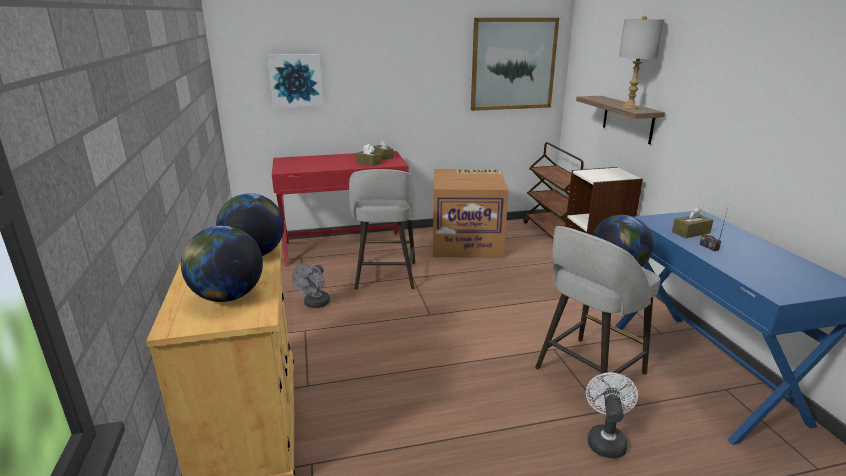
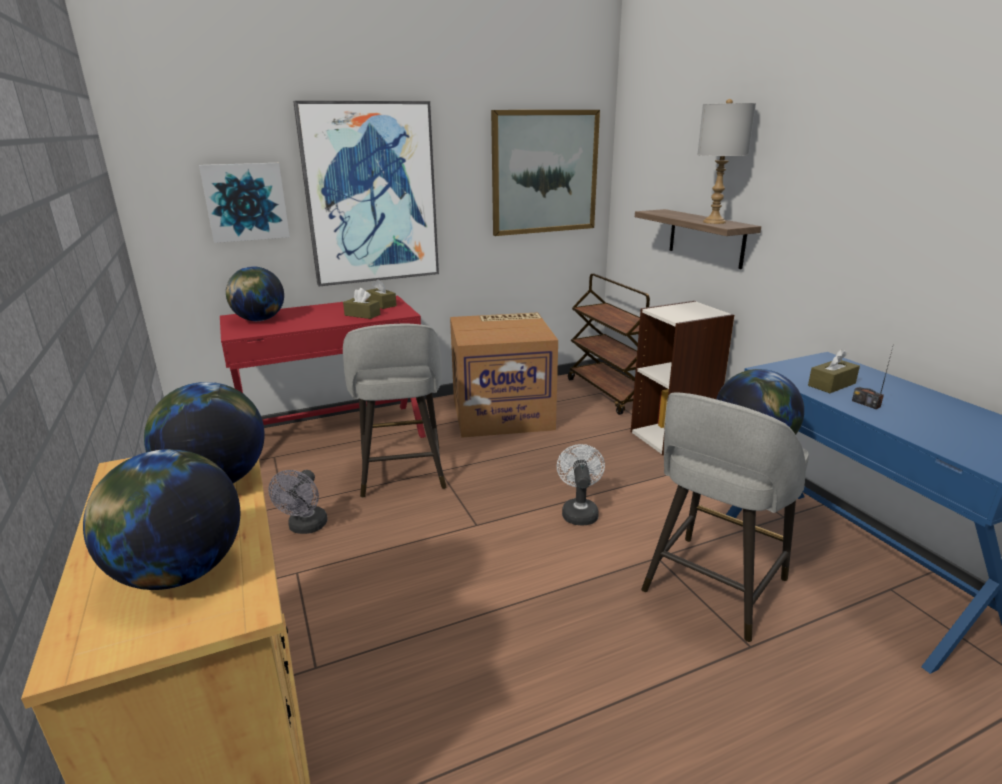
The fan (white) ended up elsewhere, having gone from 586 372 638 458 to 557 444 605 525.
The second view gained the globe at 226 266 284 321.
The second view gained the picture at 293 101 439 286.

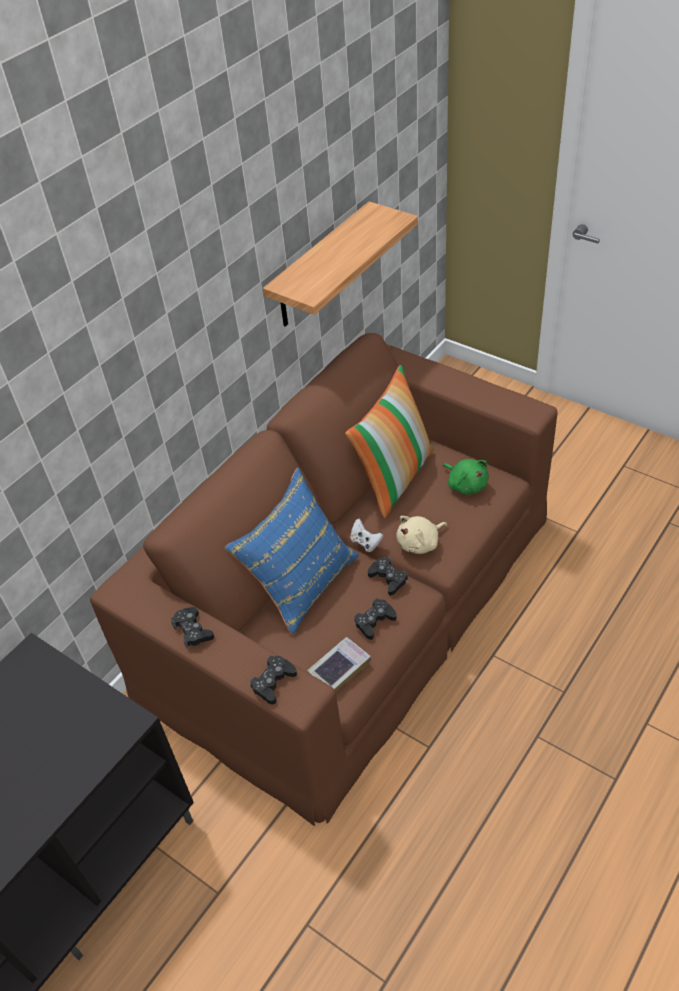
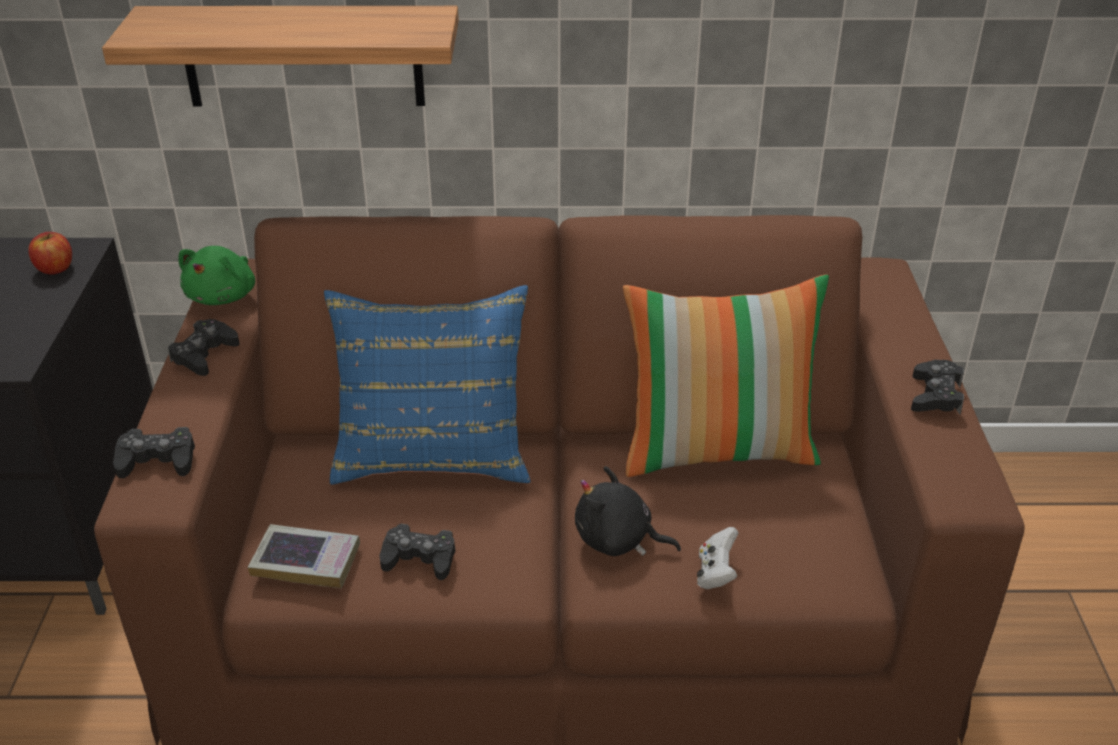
The shelf ended up elsewhere, having gone from 263 201 418 327 to 102 6 459 106.
The game controller (white) ended up elsewhere, having gone from 350 518 383 552 to 697 527 738 589.
The game controller (black) ended up elsewhere, having gone from 368 557 408 595 to 911 360 964 414.
What was the plush toy (beige) at 396 516 447 554 turned into the plush toy (black) at 575 466 681 556.
The plush toy (green) ended up elsewhere, having gone from 443 459 489 495 to 178 246 255 305.
The second view gained the apple at 28 232 72 275.

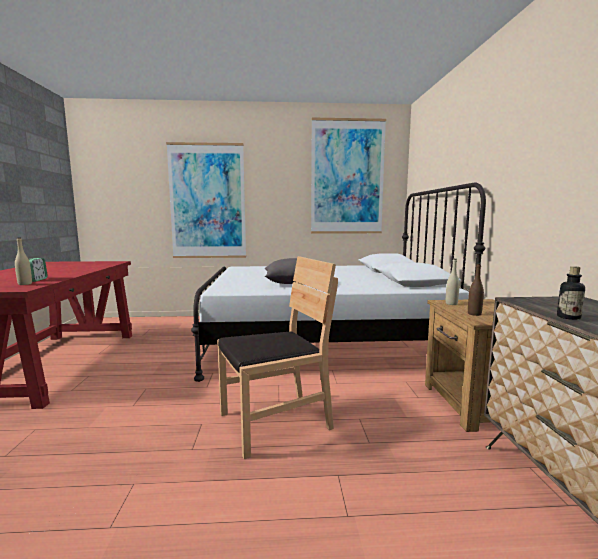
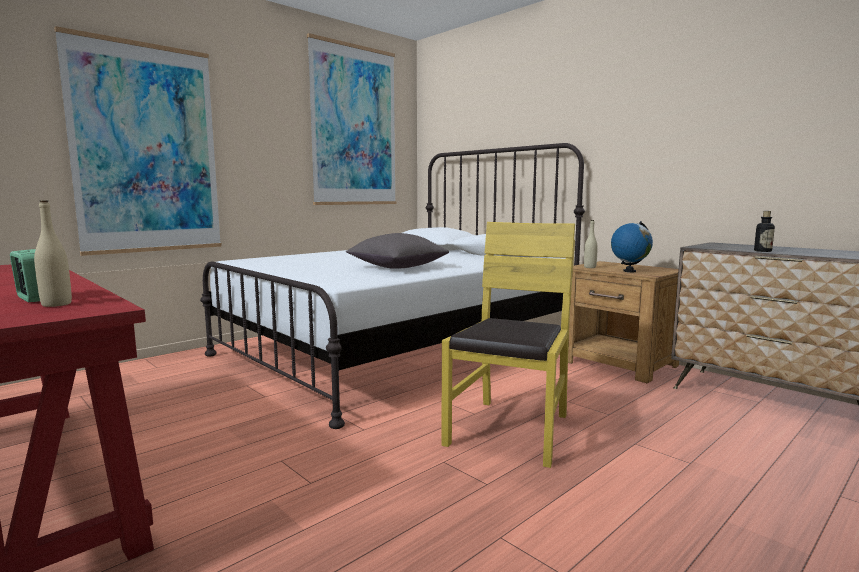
What was the chair (brown) at 217 256 338 459 turned into the chair (yellow) at 441 222 575 468.
Where the bottle (brown) stood at 468 264 484 316, the globe came to stand at 611 221 653 272.

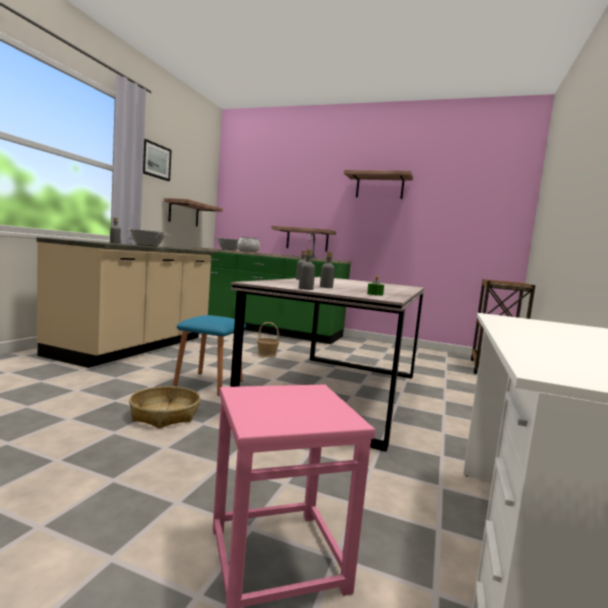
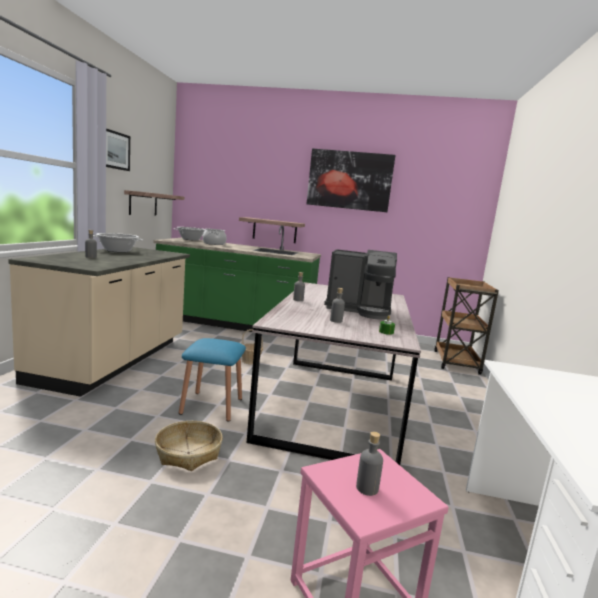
The bottle (grey) ended up elsewhere, having gone from 299 249 315 290 to 356 432 383 496.
Where the shelf hung at 344 170 413 199, the picture came to hang at 307 148 395 212.
The second view gained the coffee machine at 324 249 397 319.

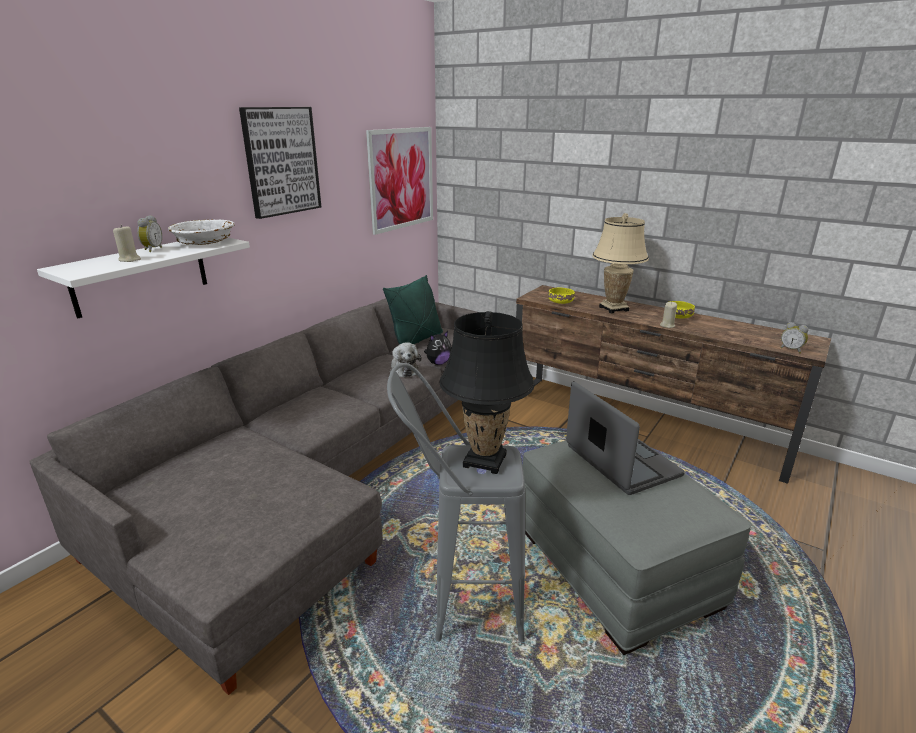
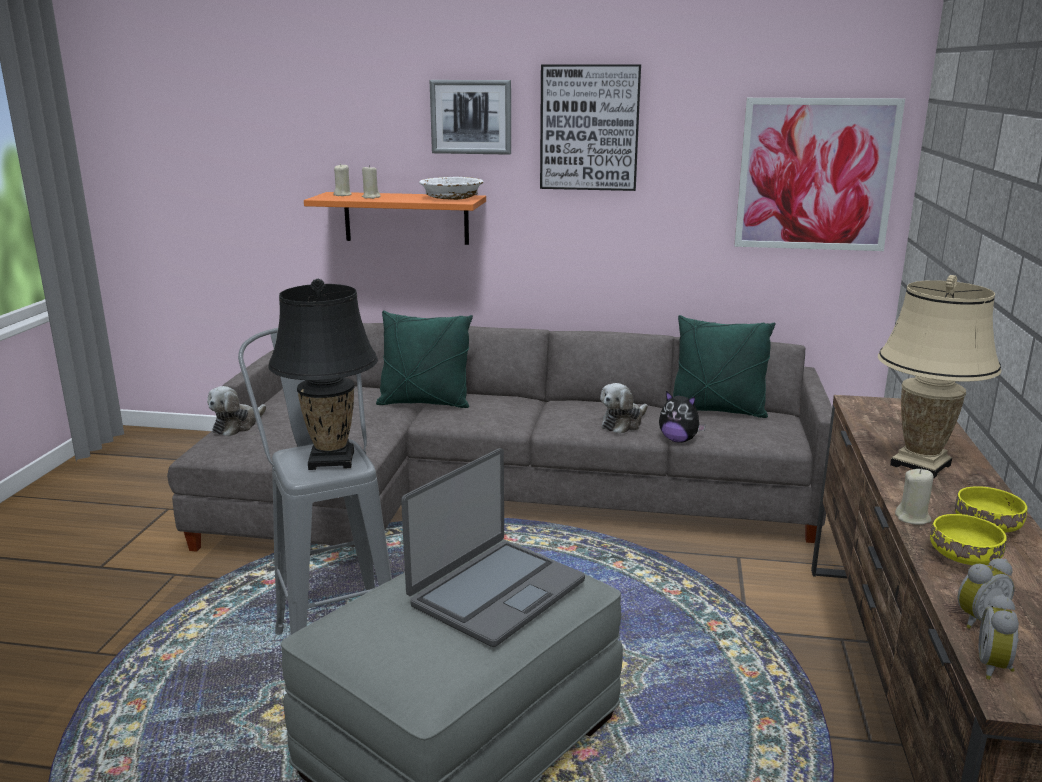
What was the shelf (white) at 37 238 250 319 turned into the shelf (orange) at 304 192 486 245.
The alarm clock ended up elsewhere, having gone from 137 215 162 252 to 957 558 1015 629.
The bowl (yellow) ended up elsewhere, having gone from 548 287 575 304 to 930 514 1007 565.
The second view gained the plush toy at 207 386 266 436.
The second view gained the candle (beige) at 333 163 352 196.
The second view gained the pillow (green) at 376 311 473 408.
The second view gained the picture at 430 80 511 155.

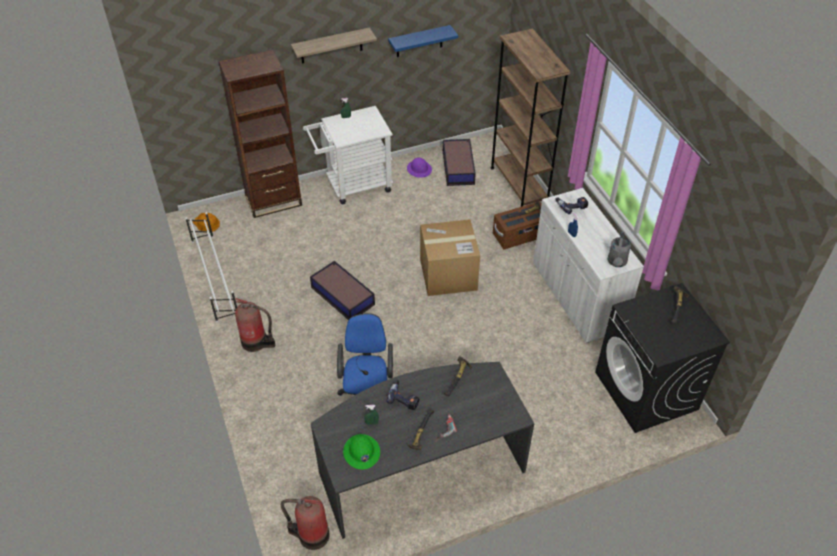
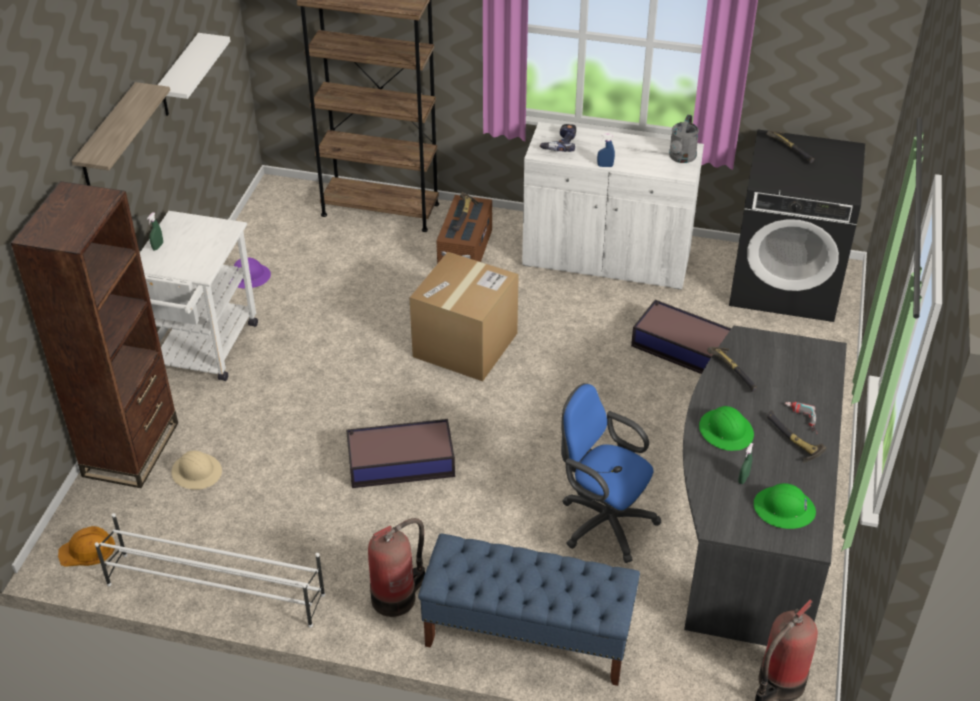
Where the power drill stood at 387 379 419 410, the hard hat (green) came to stand at 699 406 754 451.
What was the shelf (blue) at 388 25 458 57 turned into the shelf (white) at 158 33 230 116.
The storage box ended up elsewhere, having gone from 443 139 476 186 to 631 300 731 374.
The watering can (grey) at 607 232 631 267 ended up facing another way, 60 degrees clockwise from before.
The second view gained the hard hat (beige) at 171 451 222 490.
The second view gained the bench (blue) at 418 533 640 686.

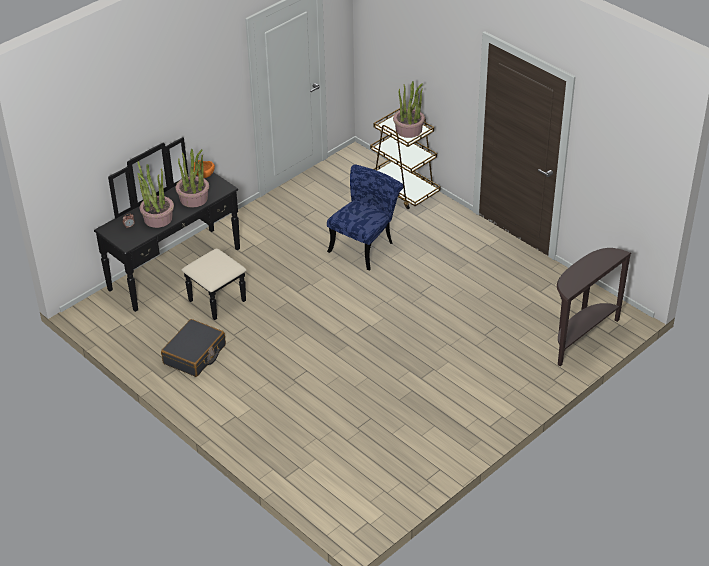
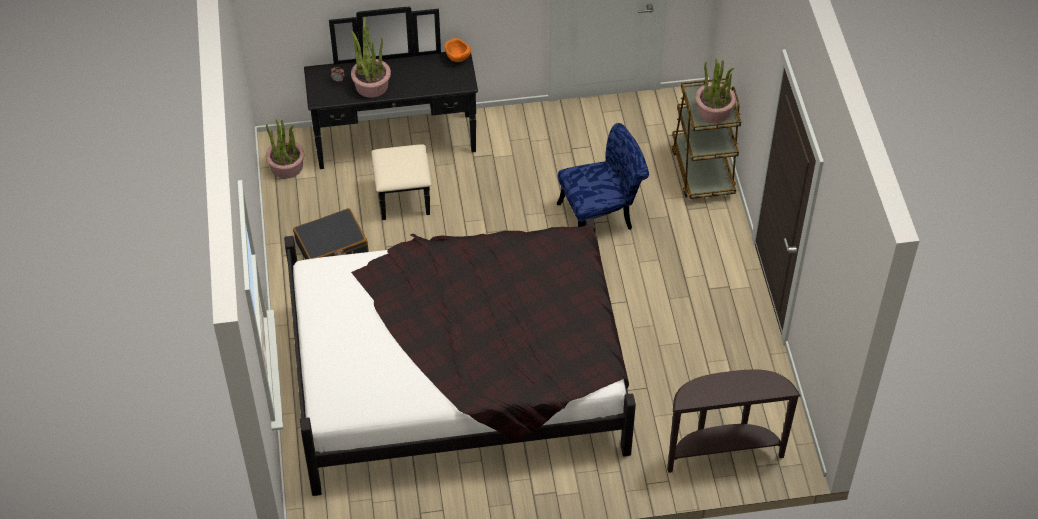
The potted plant ended up elsewhere, having gone from 176 148 209 208 to 266 119 304 179.
The second view gained the bed (black) at 284 218 636 496.

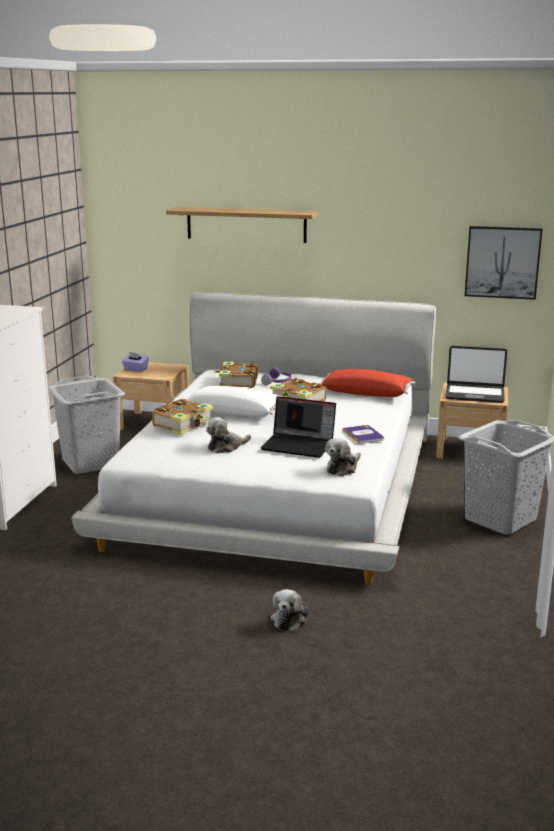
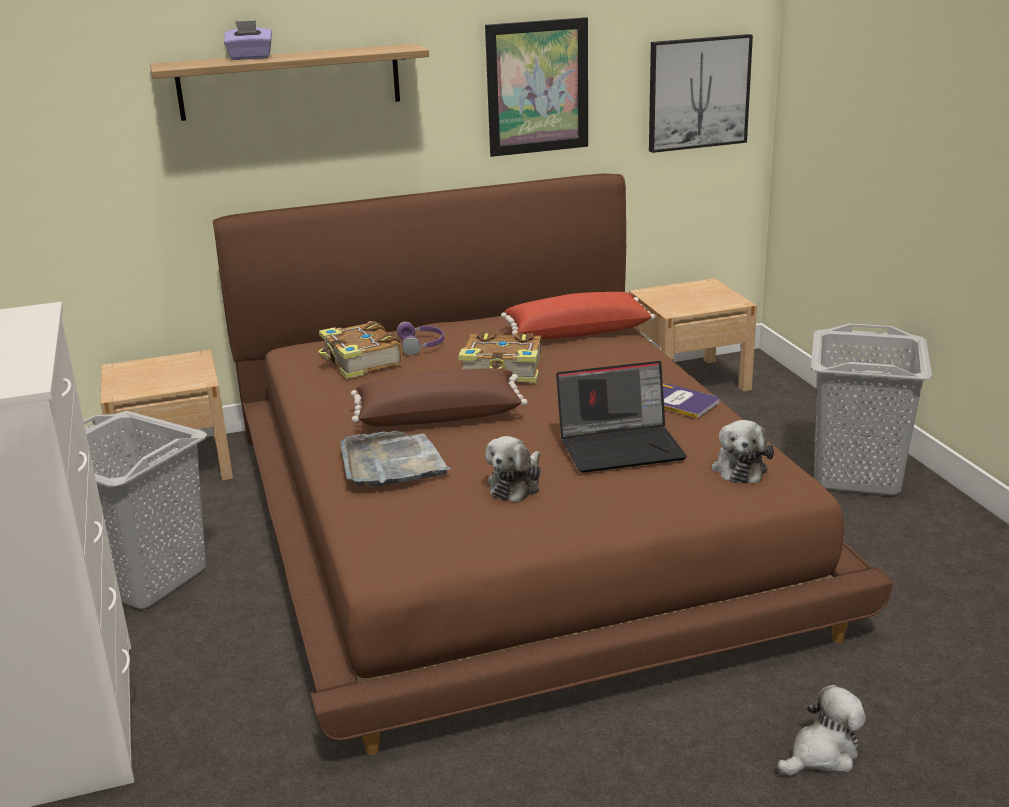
What was the bed (white) at 72 292 436 584 turned into the bed (brown) at 213 174 893 755.
The tissue box (purple) ended up elsewhere, having gone from 122 352 149 372 to 224 20 272 60.
Where the book stood at 152 399 213 435, the tray (grey) came to stand at 340 431 451 487.
What was the pillow (white) at 186 386 282 417 turned into the pillow (brown) at 351 368 528 427.
The plush toy at 271 589 308 632 ended up facing another way, 105 degrees counterclockwise from before.
The second view lost the laptop at 445 346 507 403.
The second view gained the picture at 485 17 588 157.

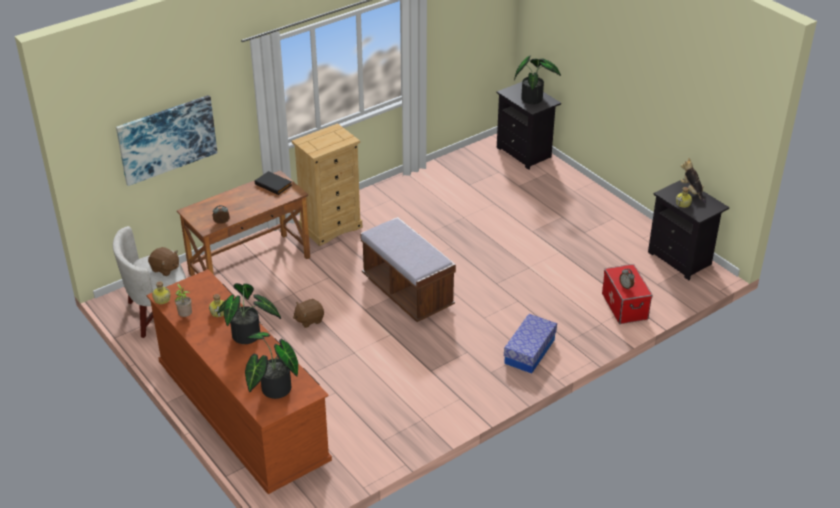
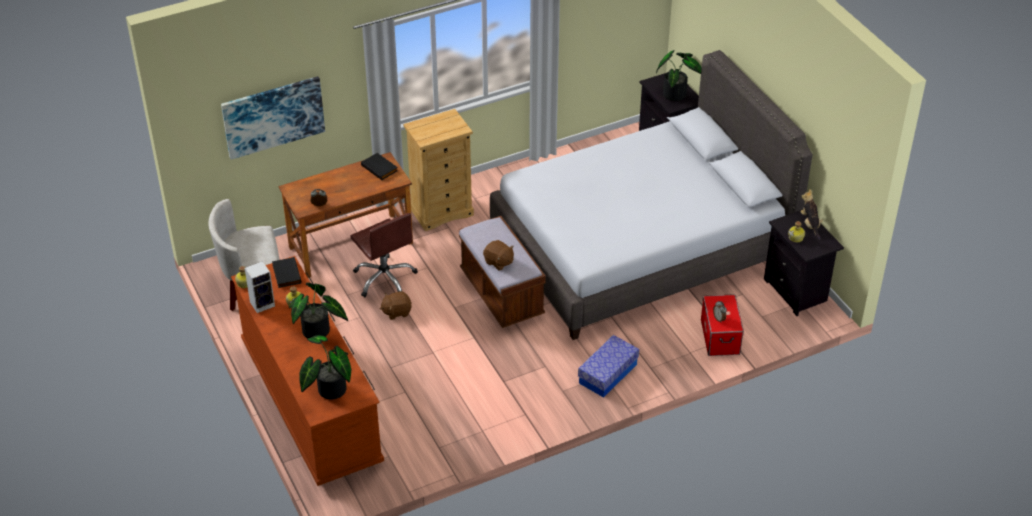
The plush toy (brown) ended up elsewhere, having gone from 148 247 179 276 to 483 240 514 271.
Where the potted plant stood at 175 284 192 317, the speaker came to stand at 245 261 275 313.
The second view gained the book (black) at 272 257 301 288.
The second view gained the office chair (brown) at 350 213 418 297.
The second view gained the bed (grey) at 490 50 813 340.

